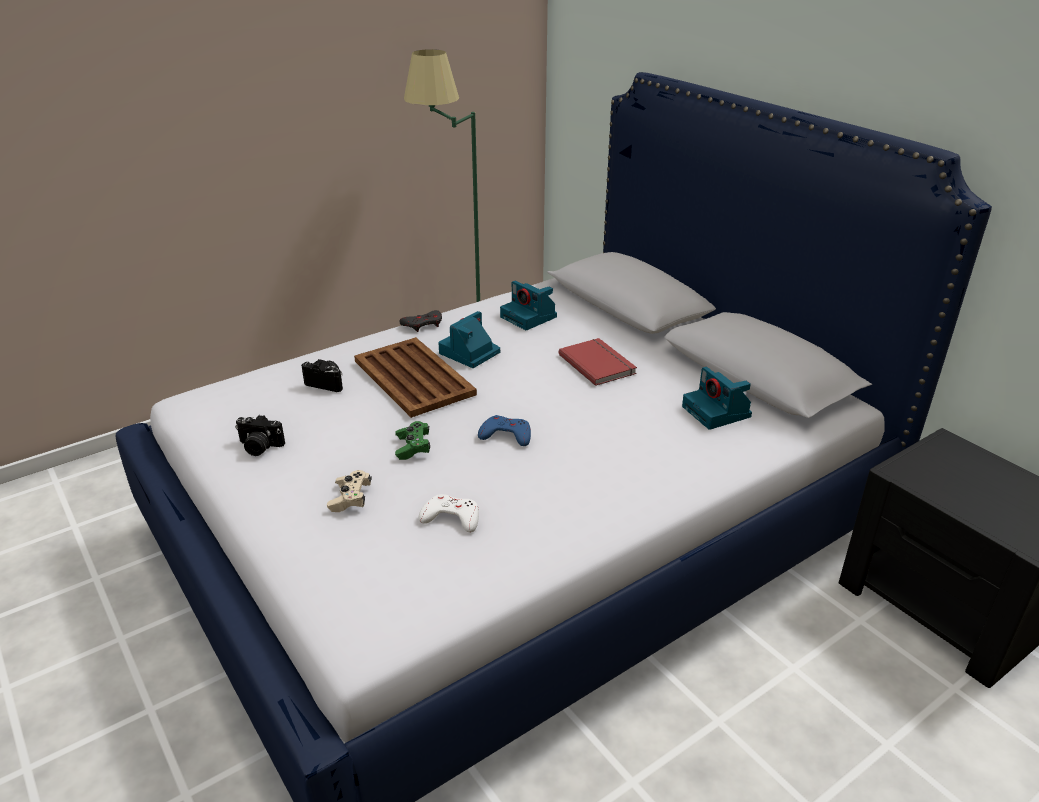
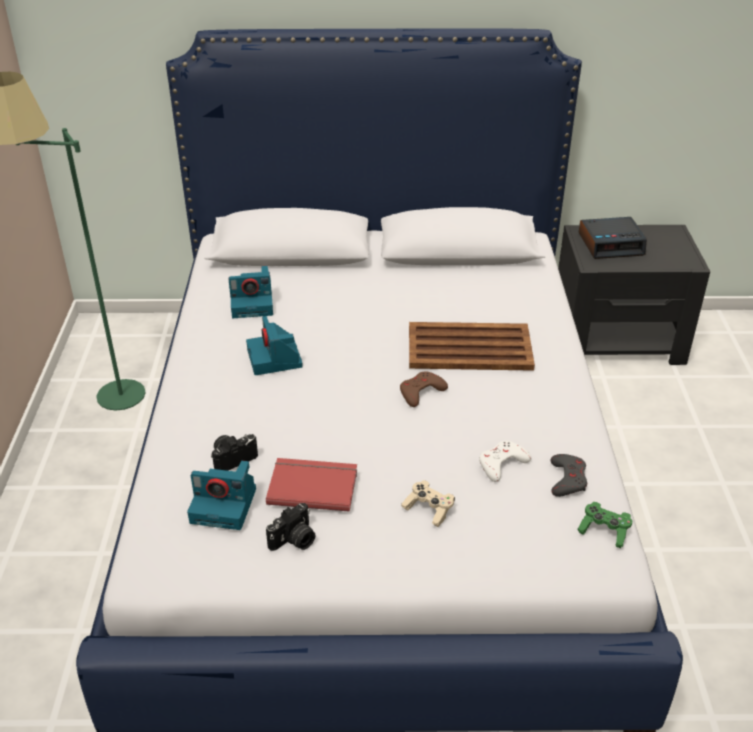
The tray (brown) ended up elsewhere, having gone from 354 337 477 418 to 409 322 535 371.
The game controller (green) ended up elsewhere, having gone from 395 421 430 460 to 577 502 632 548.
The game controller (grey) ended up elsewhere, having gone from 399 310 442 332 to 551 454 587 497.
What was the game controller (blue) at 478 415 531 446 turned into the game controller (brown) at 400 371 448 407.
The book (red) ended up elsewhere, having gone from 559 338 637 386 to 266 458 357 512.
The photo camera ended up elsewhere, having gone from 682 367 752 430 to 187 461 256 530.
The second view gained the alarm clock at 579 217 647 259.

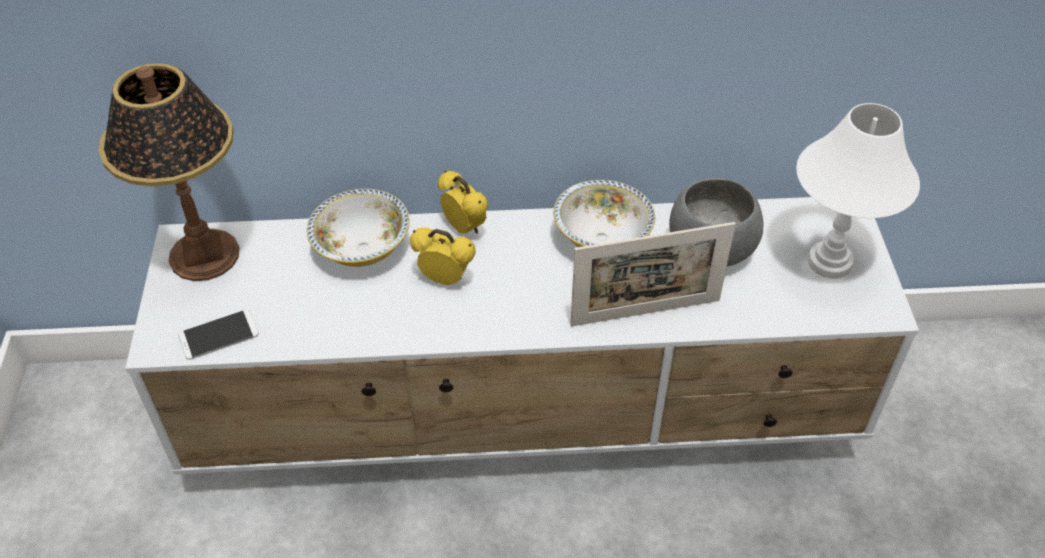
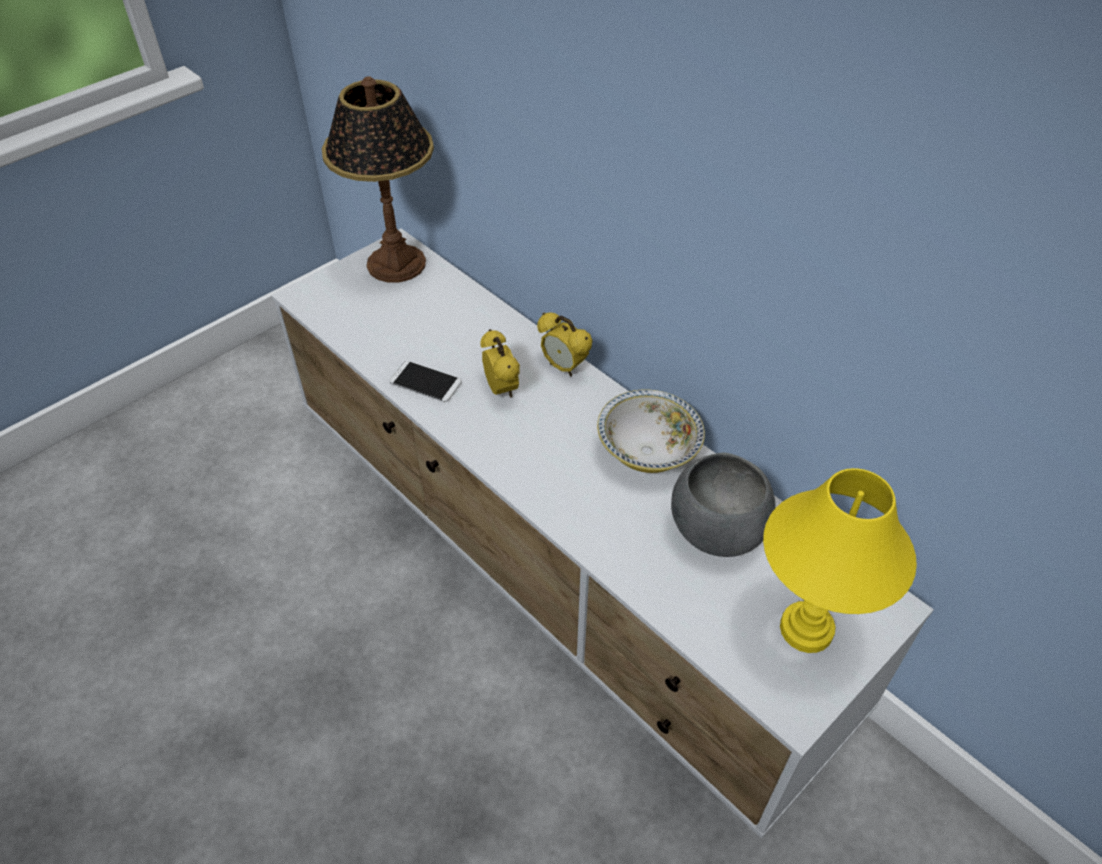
The phone ended up elsewhere, having gone from 178 310 259 360 to 390 361 462 402.
The second view lost the bowl at 307 189 410 267.
The alarm clock at 438 170 488 234 ended up facing another way, 120 degrees clockwise from before.
The second view lost the picture frame at 570 222 736 326.
What was the table lamp (white) at 796 103 920 279 turned into the table lamp (yellow) at 763 468 917 653.

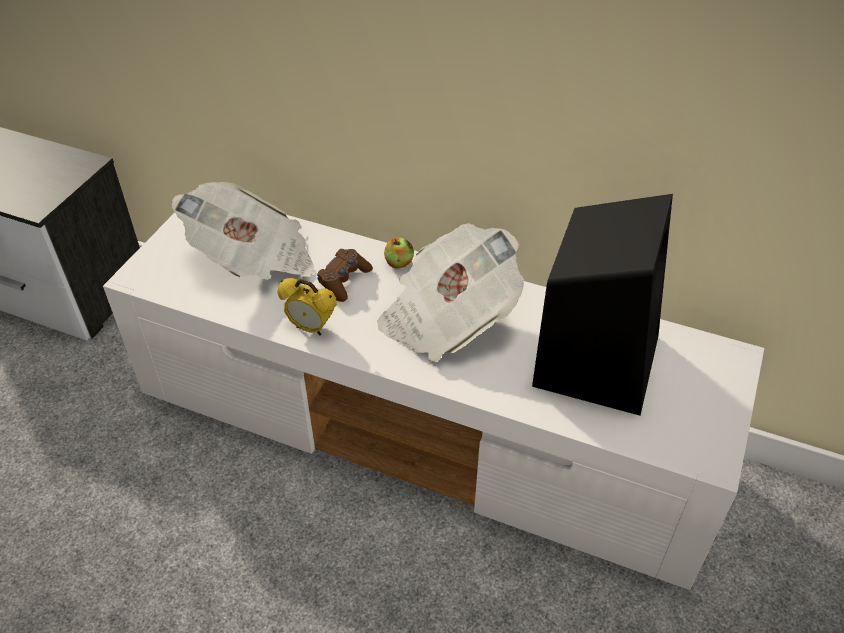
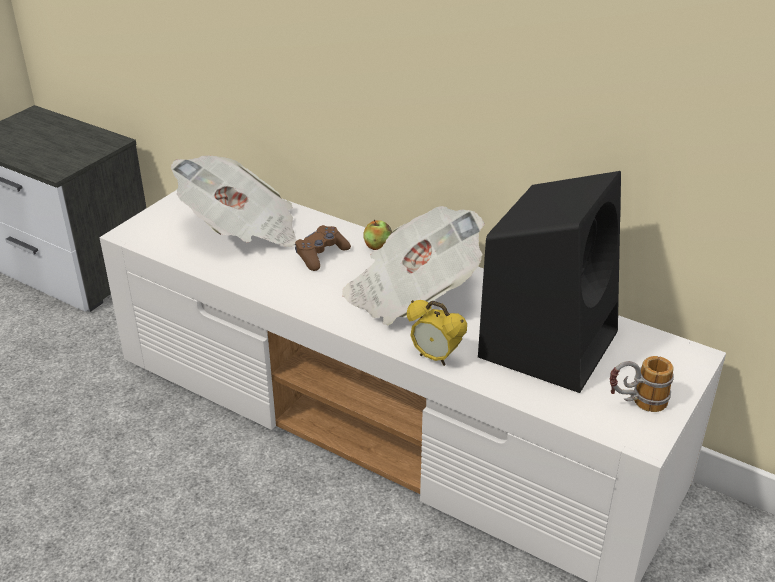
The alarm clock ended up elsewhere, having gone from 278 278 336 336 to 407 300 467 366.
The second view gained the mug at 610 356 674 412.

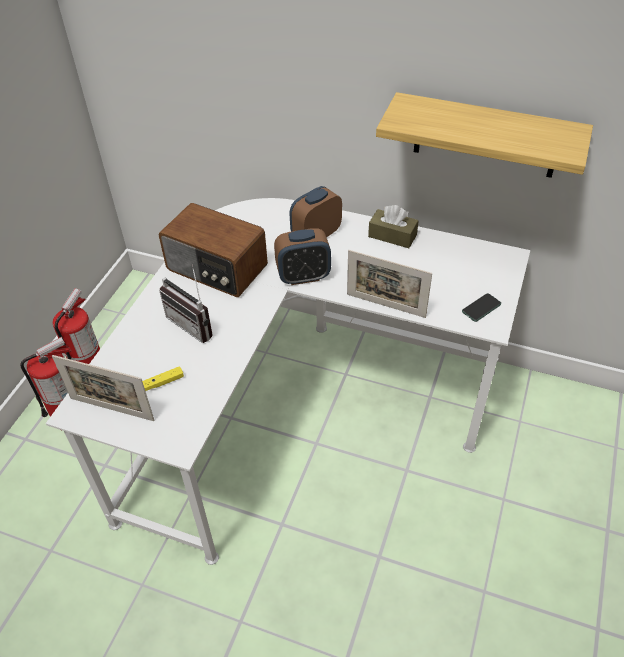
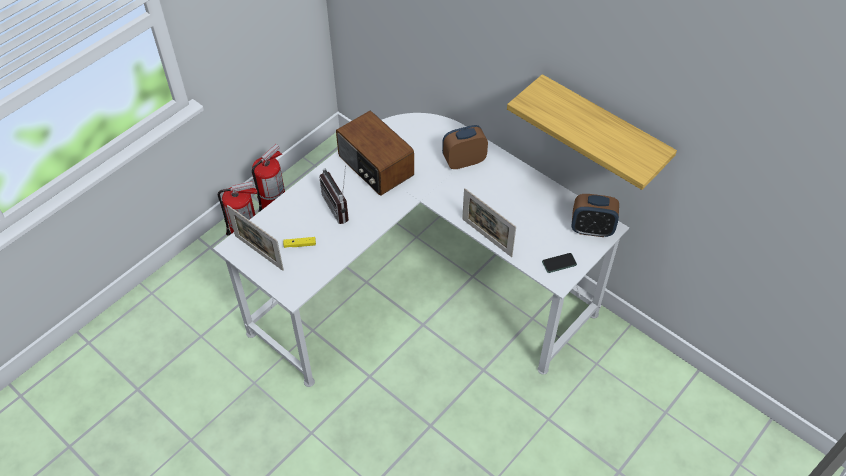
The alarm clock ended up elsewhere, having gone from 274 228 331 285 to 572 194 619 237.
The second view lost the tissue box (brown) at 368 205 419 248.

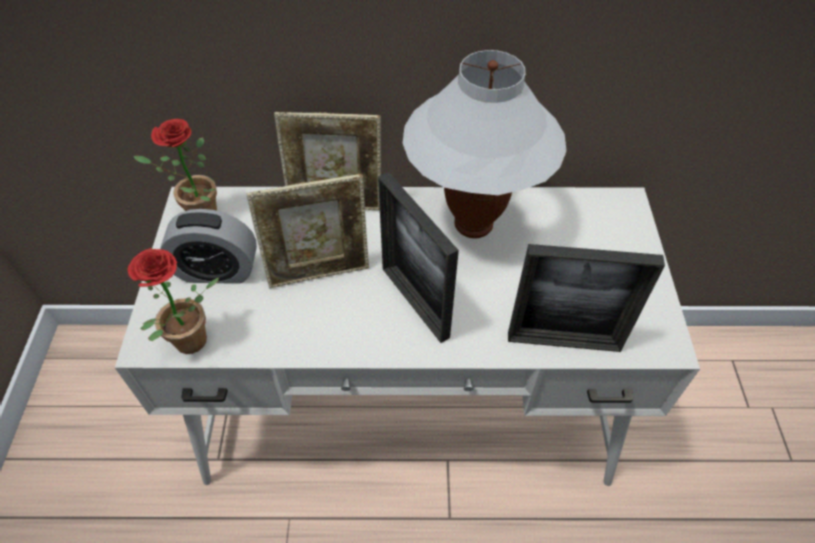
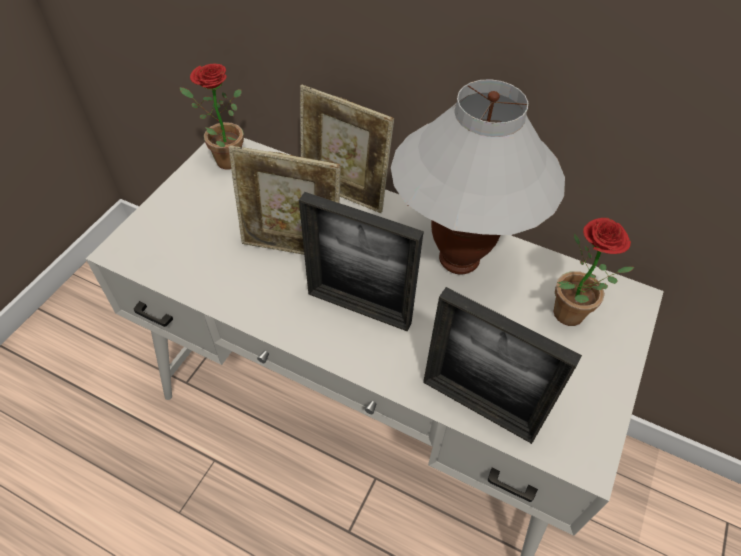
The potted plant ended up elsewhere, having gone from 127 248 220 354 to 554 218 634 326.
The second view lost the alarm clock at 160 209 257 284.
The picture frame at 378 172 459 343 ended up facing another way, 60 degrees counterclockwise from before.

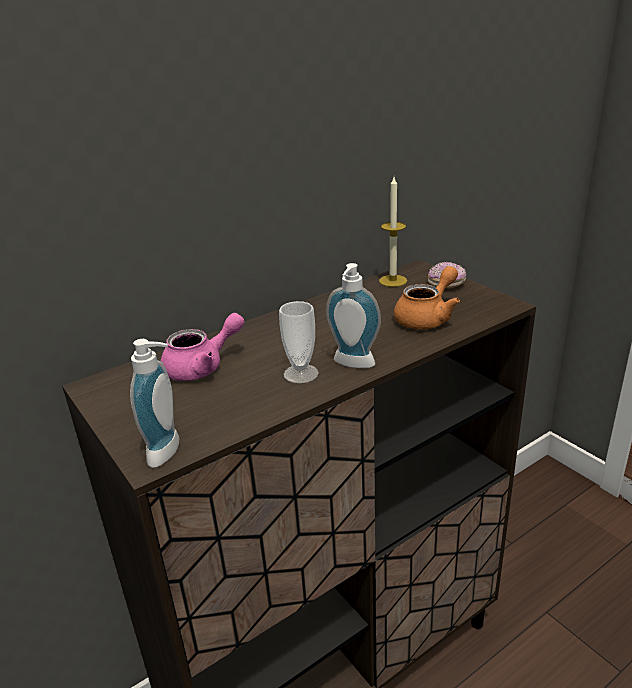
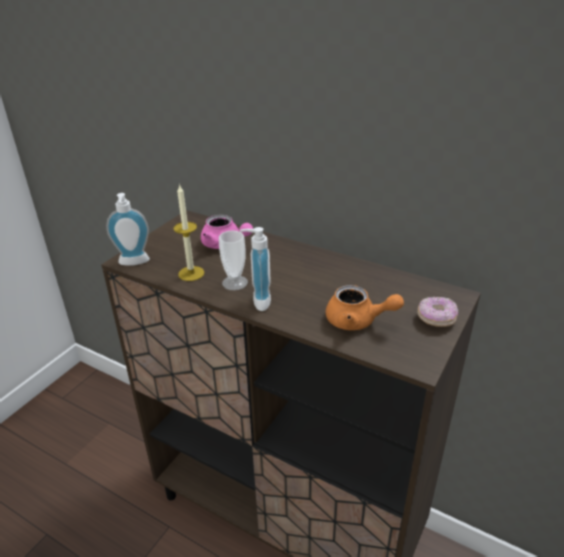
The candle ended up elsewhere, having gone from 379 177 407 287 to 173 184 204 281.

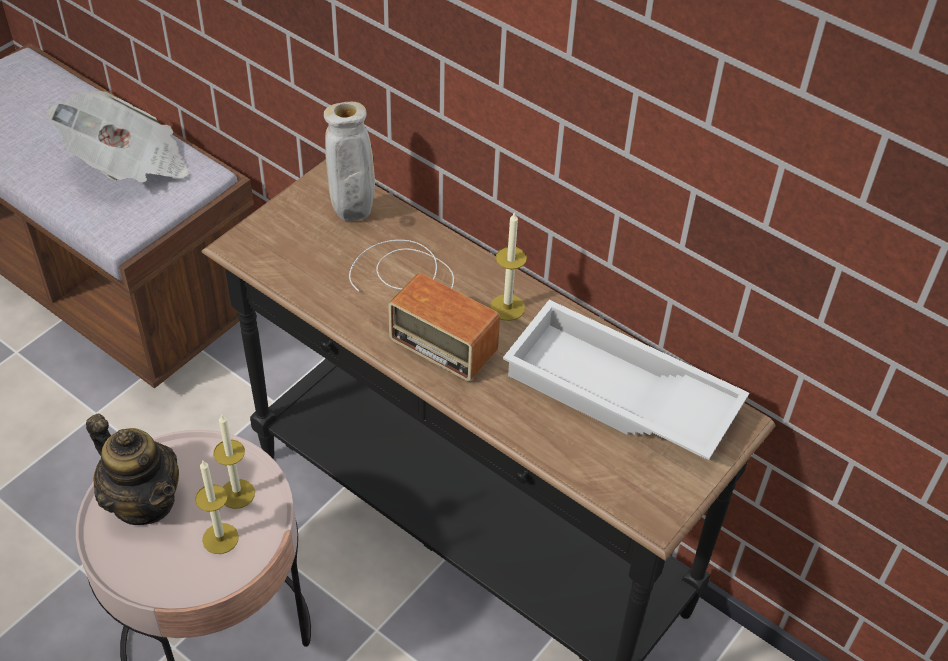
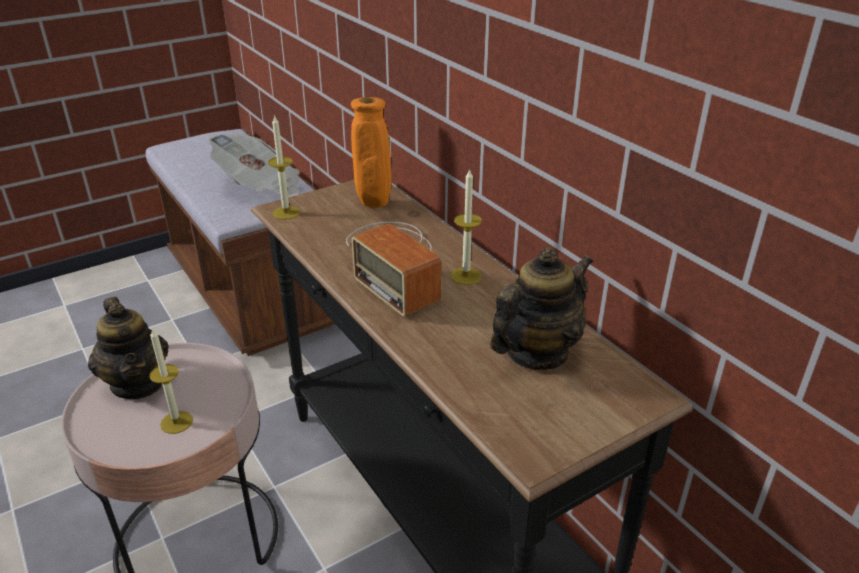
The candle ended up elsewhere, having gone from 214 414 255 509 to 268 115 300 220.
What was the vase (beige) at 324 102 375 221 turned into the vase (orange) at 351 97 392 207.
Where the tray (white) stood at 503 300 749 460, the teapot came to stand at 490 247 593 370.

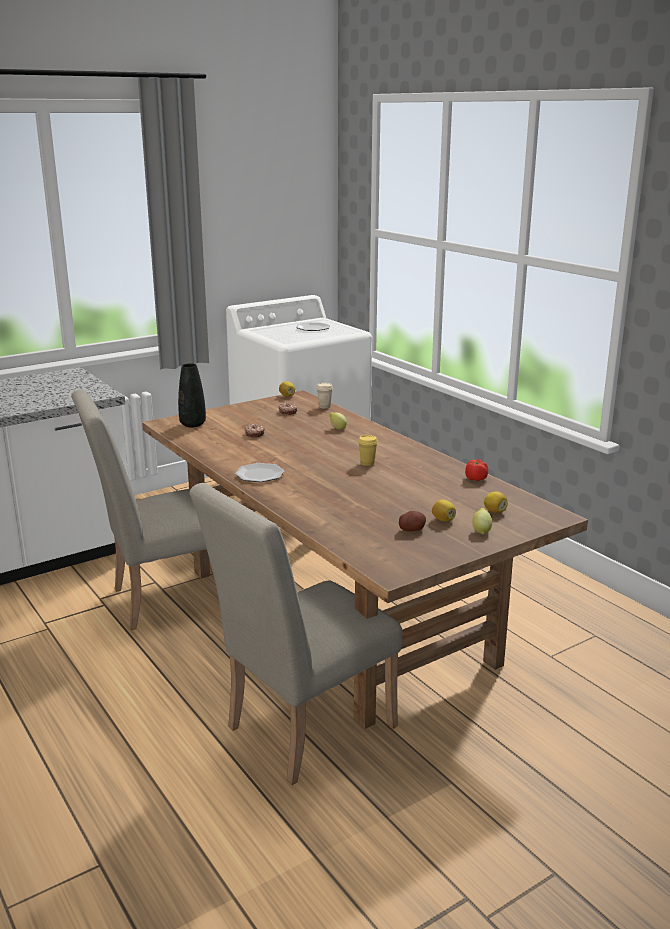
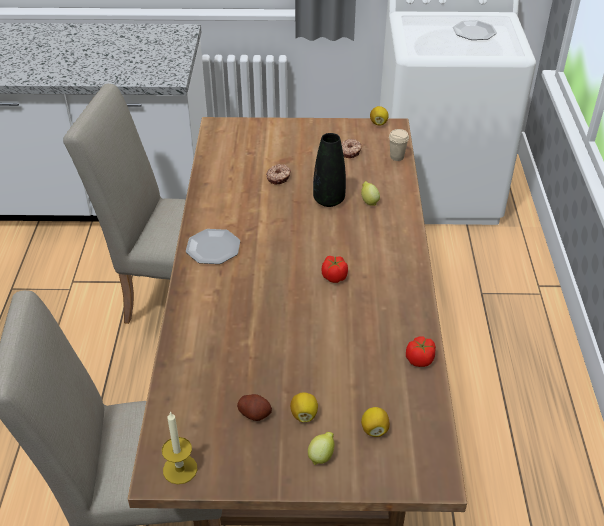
The vase (black) ended up elsewhere, having gone from 178 364 206 427 to 313 133 346 207.
Where the cup (yellow) stood at 358 435 378 466, the tomato came to stand at 322 256 348 283.
The second view gained the candle at 162 411 197 484.

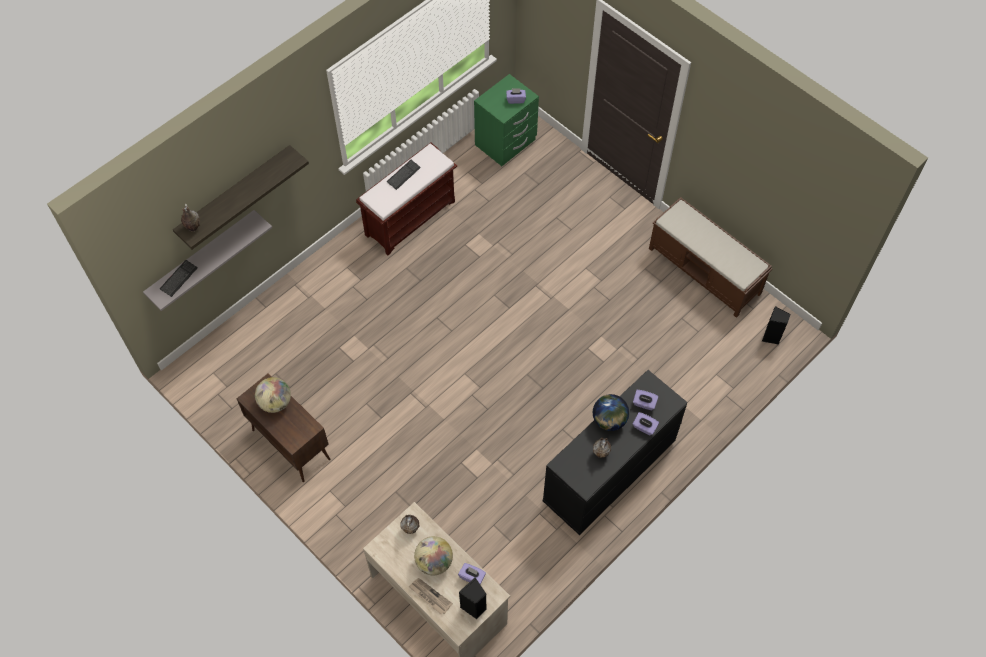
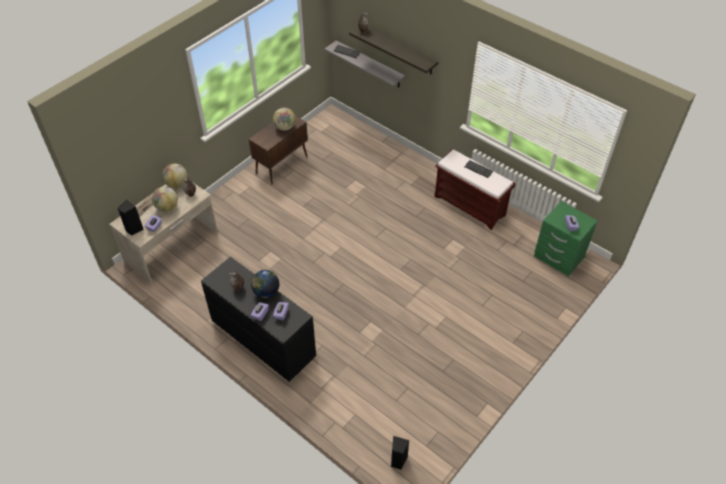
The second view lost the bench (brown) at 649 197 772 318.
The second view gained the globe at 162 164 187 188.

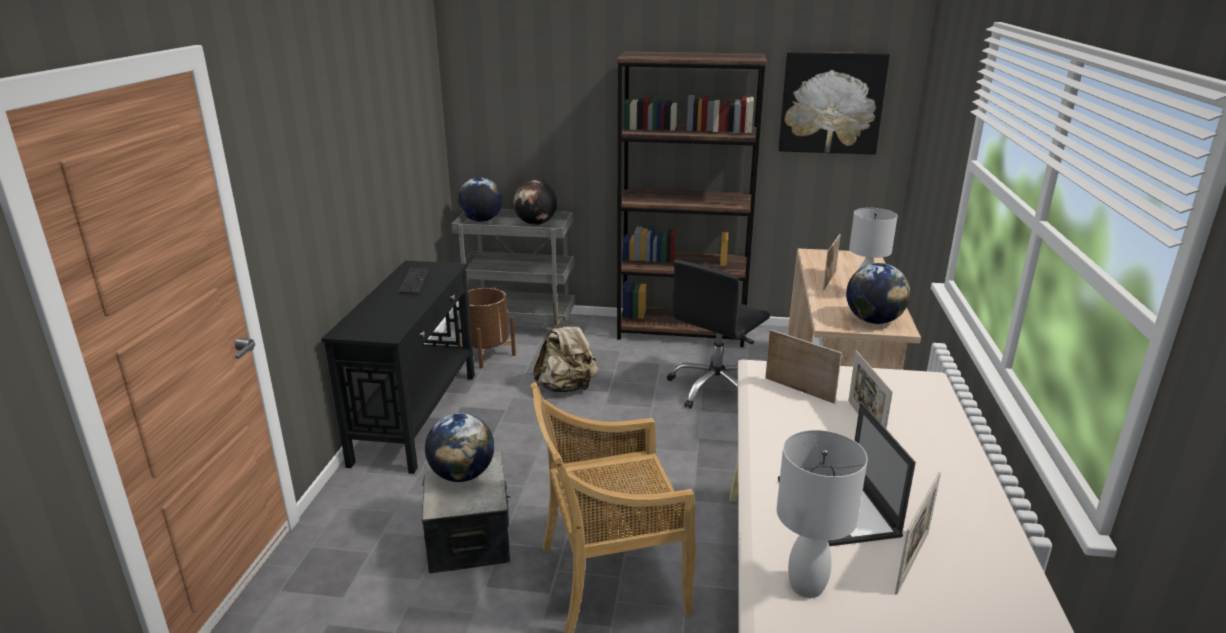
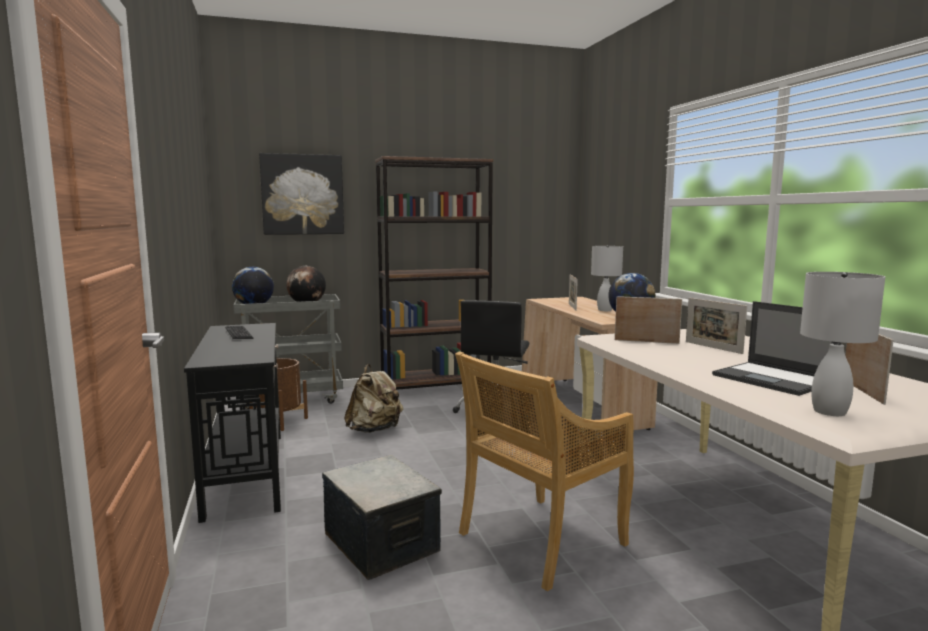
The second view lost the globe at 425 413 494 482.
The picture ended up elsewhere, having gone from 778 52 890 155 to 259 153 344 235.

